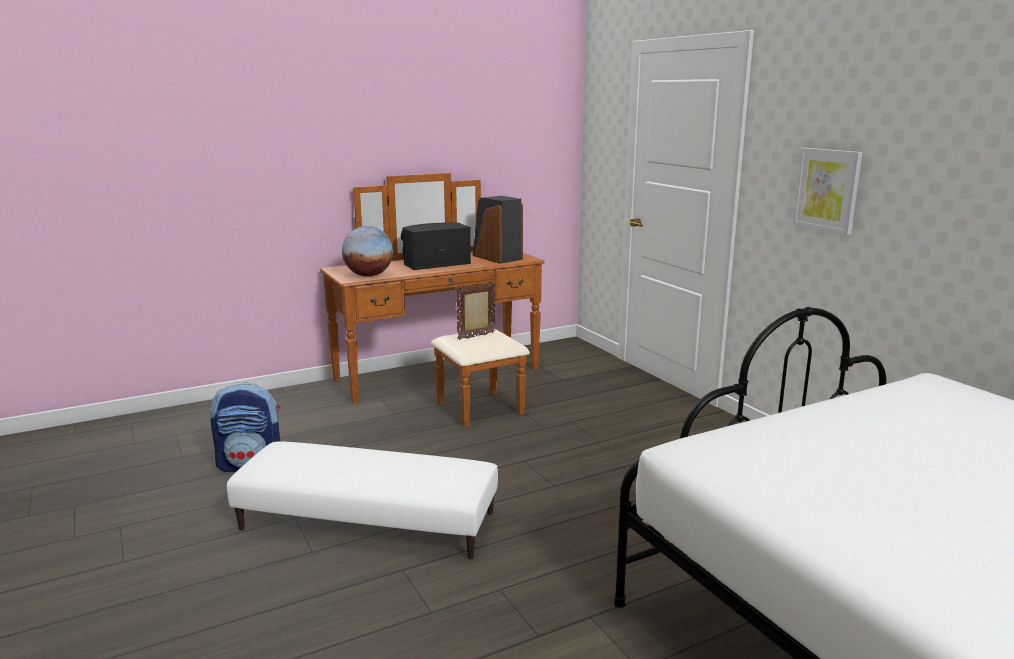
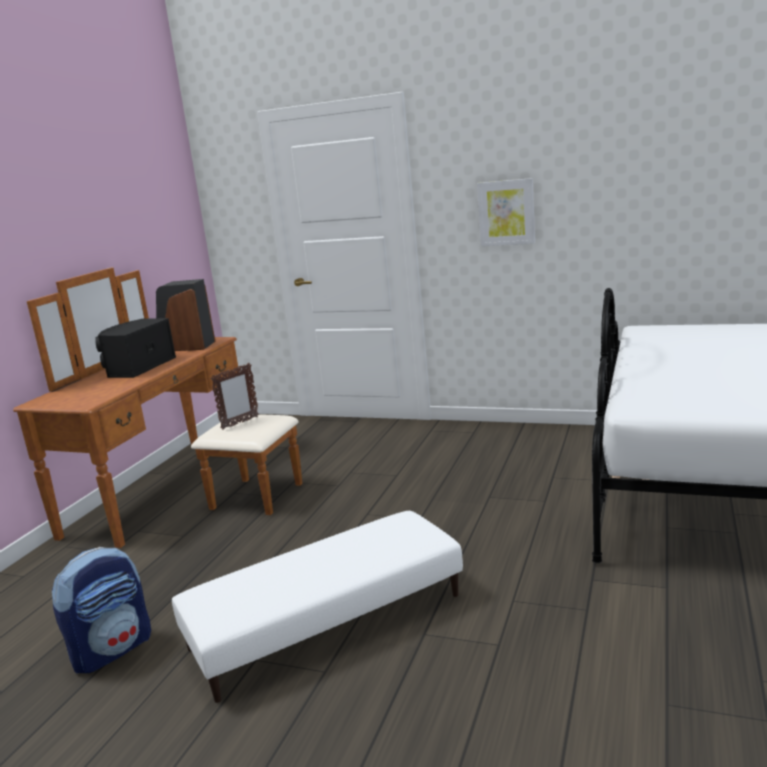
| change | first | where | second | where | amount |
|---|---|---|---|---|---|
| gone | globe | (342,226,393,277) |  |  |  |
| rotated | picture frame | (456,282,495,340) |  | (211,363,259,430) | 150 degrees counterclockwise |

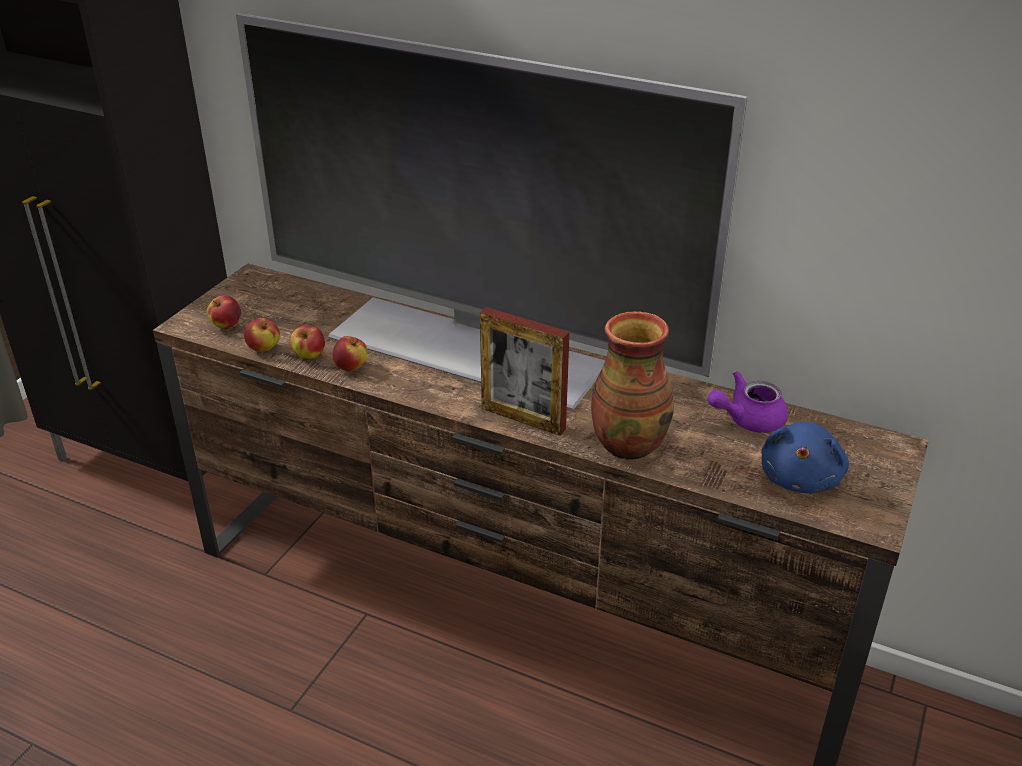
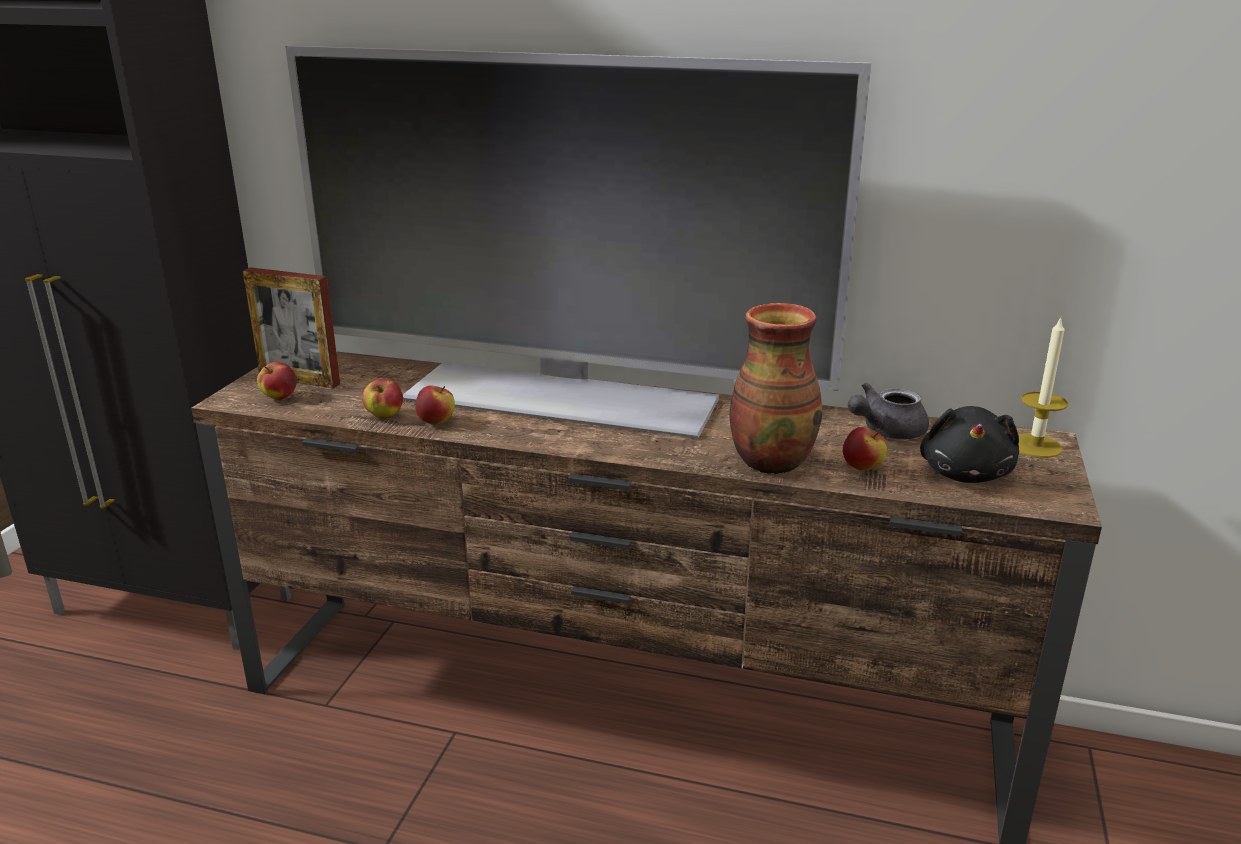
| change | first | where | second | where | amount |
|---|---|---|---|---|---|
| new |  |  | candle | (1018,317,1068,458) |  |
| shifted | apple | (244,318,280,352) |  | (843,427,887,471) |  |
| shifted | picture frame | (480,307,570,436) |  | (242,267,340,389) |  |
| repainted | purple teapot | (708,371,788,433) | grey teapot | (848,382,929,439) |  |
| repainted | blue plush toy | (761,422,849,493) | black plush toy | (920,406,1019,483) |  |

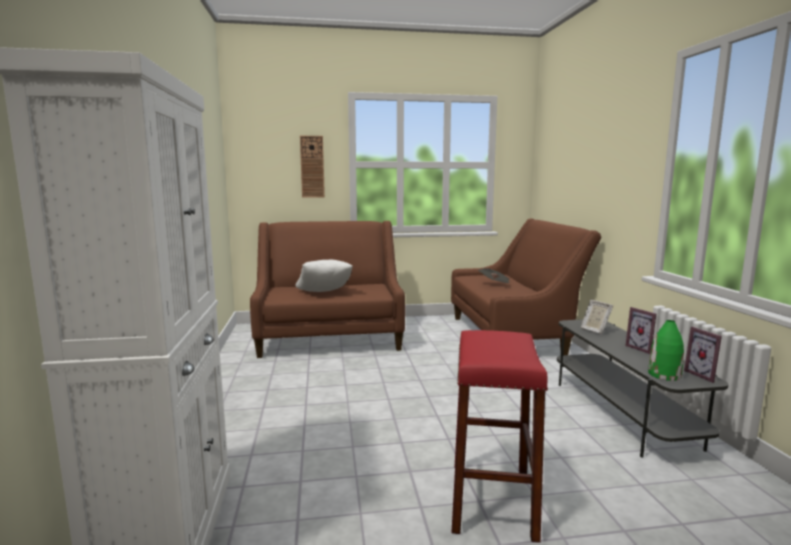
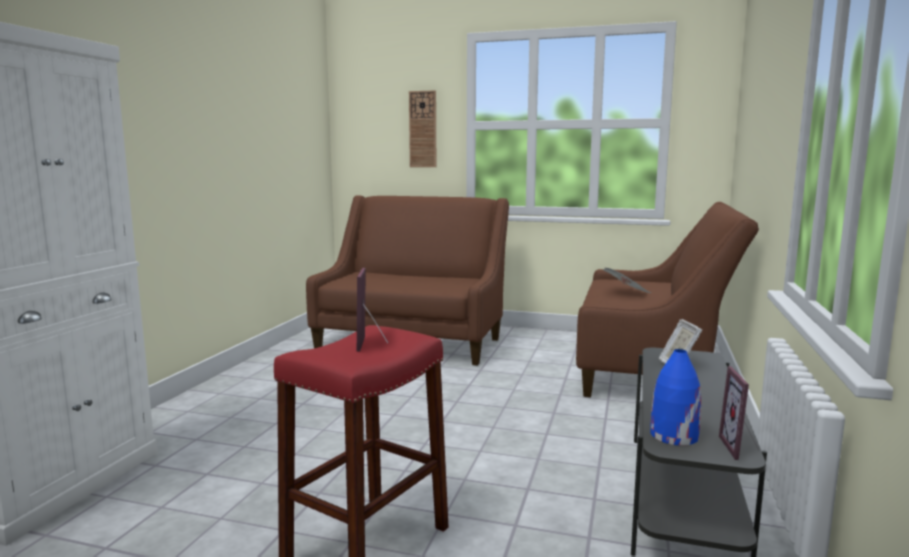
| change | first | where | second | where | amount |
|---|---|---|---|---|---|
| gone | white pillow | (295,259,353,292) |  |  |  |
| shifted | picture frame | (625,307,656,354) |  | (357,268,388,352) |  |
| repainted | green vase | (648,320,684,381) | blue vase | (650,349,701,446) |  |

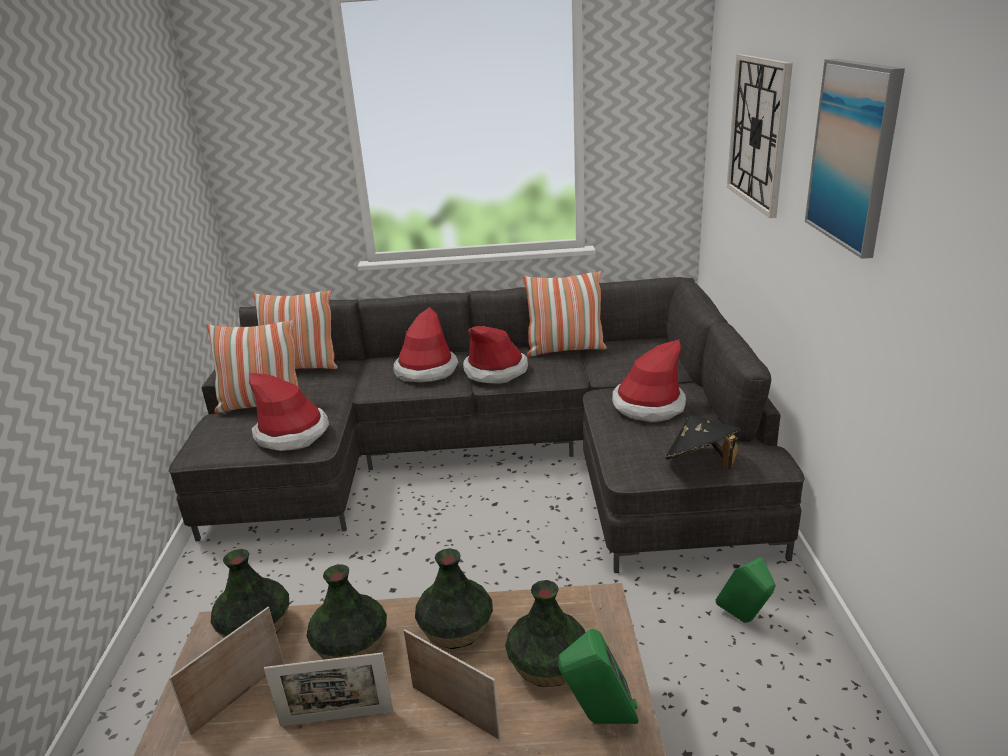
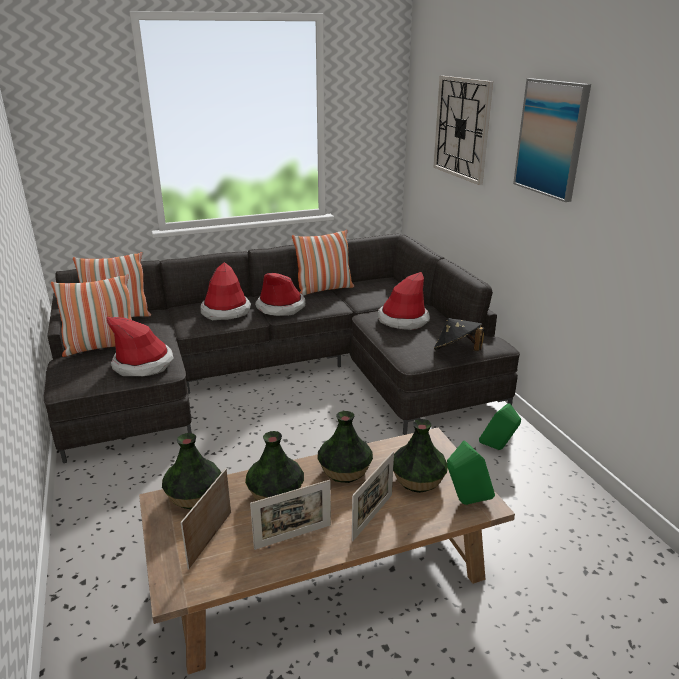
| change | first | where | second | where | amount |
|---|---|---|---|---|---|
| rotated | picture frame | (404,629,500,740) |  | (352,452,394,541) | 105 degrees clockwise |

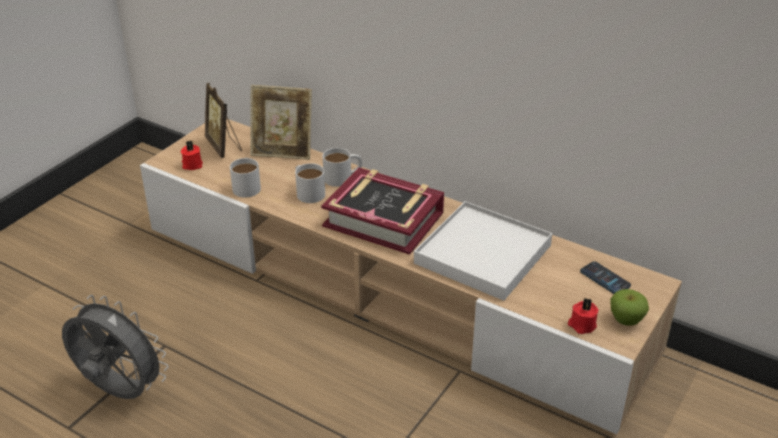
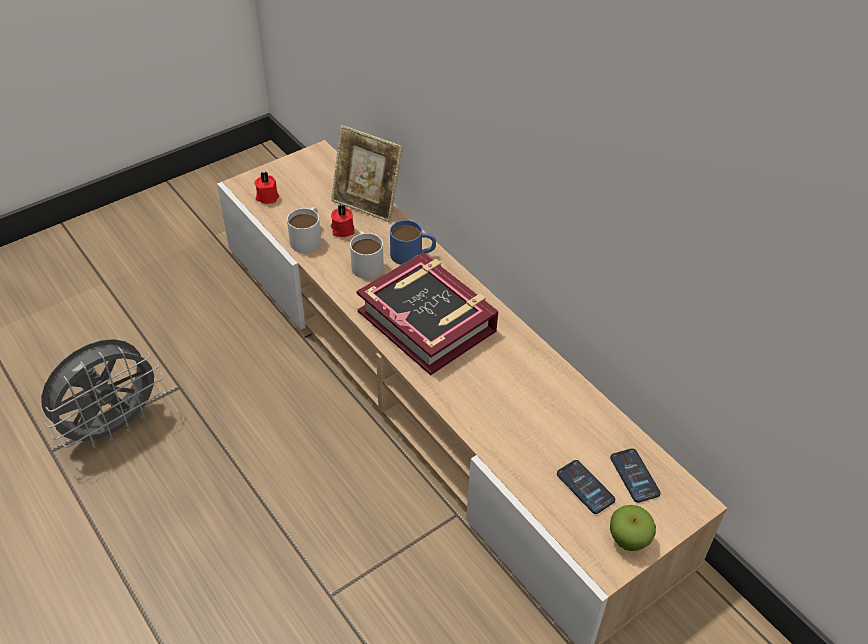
| change | first | where | second | where | amount |
|---|---|---|---|---|---|
| gone | picture frame | (205,83,242,158) |  |  |  |
| gone | white tray | (414,201,552,301) |  |  |  |
| new |  |  | phone | (557,460,615,514) |  |
| shifted | red candle | (568,298,599,334) |  | (331,204,355,237) |  |
| repainted | white mug | (323,148,362,187) | blue mug | (390,220,436,265) |  |
| rotated | grey fan | (62,295,169,399) |  | (41,339,163,449) | 90 degrees clockwise |

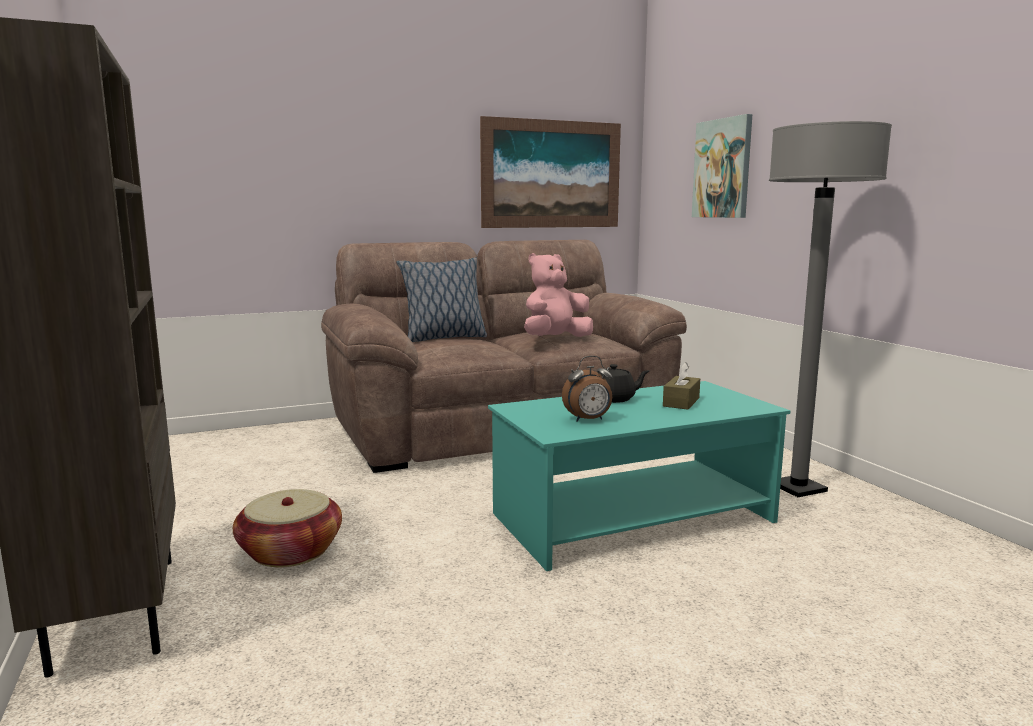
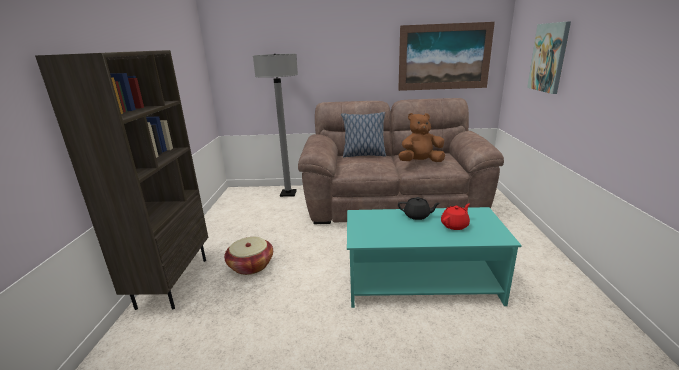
| change | first | where | second | where | amount |
|---|---|---|---|---|---|
| gone | alarm clock | (562,356,612,421) |  |  |  |
| shifted | grey floor lamp | (769,121,892,497) |  | (253,54,298,197) |  |
| swapped | brown tissue box | (663,362,700,410) | red teapot | (441,203,470,230) |  |
| repainted | pink plush toy | (524,253,593,337) | brown plush toy | (399,113,445,162) |  |

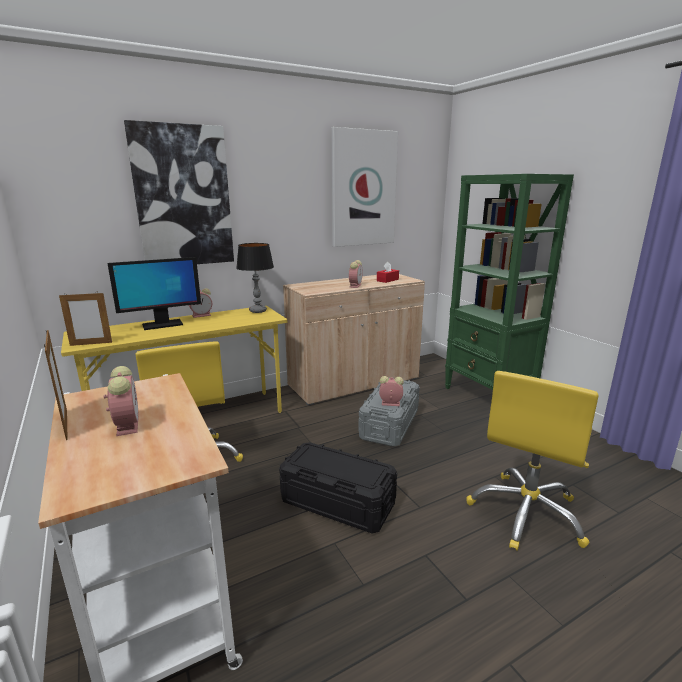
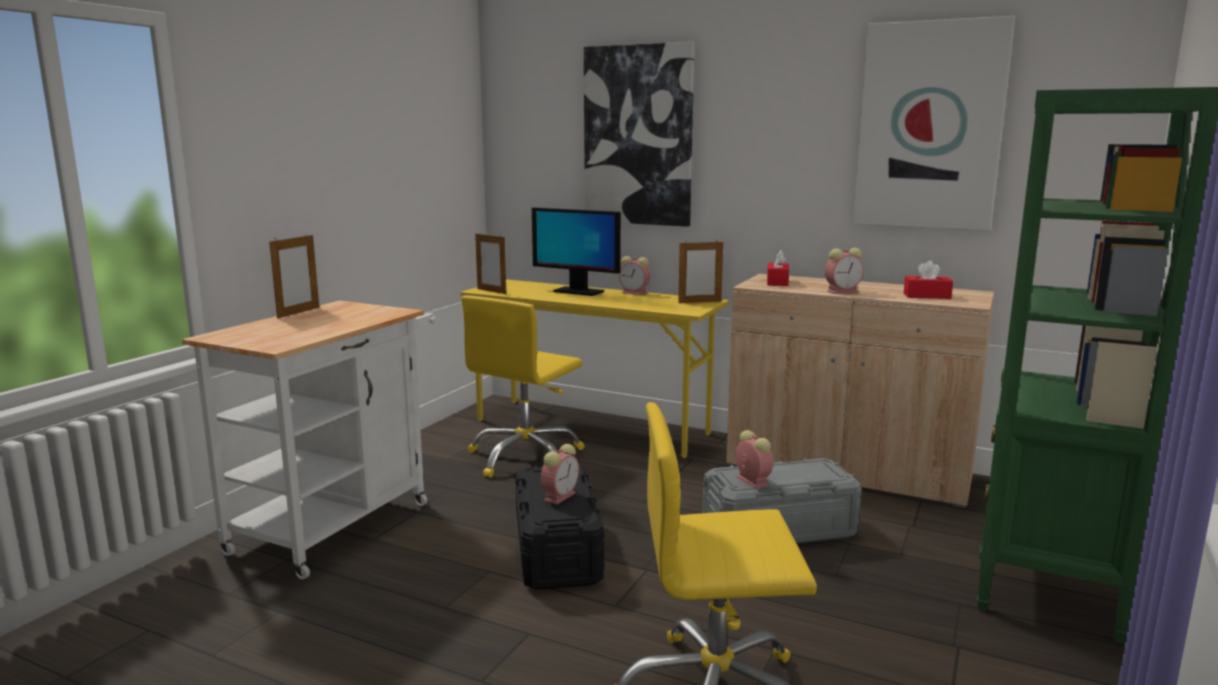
| change | first | where | second | where | amount |
|---|---|---|---|---|---|
| new |  |  | red tissue box | (767,250,789,286) |  |
| shifted | alarm clock | (104,366,139,436) |  | (541,444,579,505) |  |
| swapped | table lamp | (236,243,274,313) | picture frame | (678,241,723,303) |  |

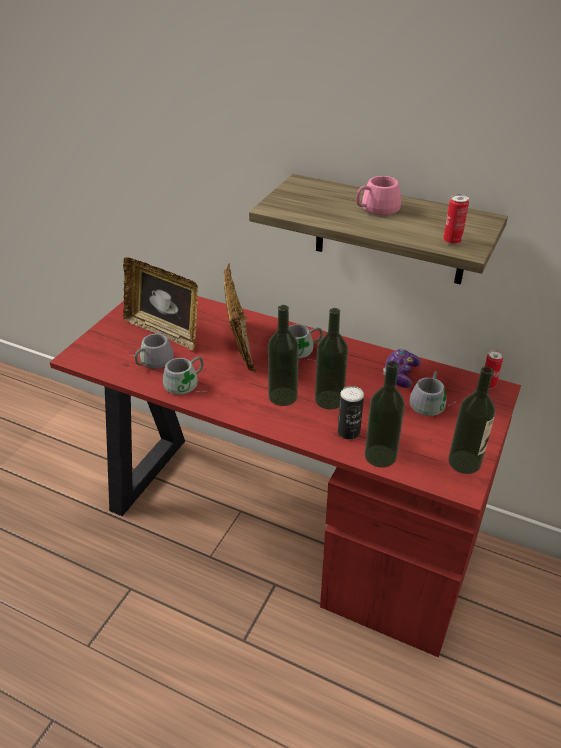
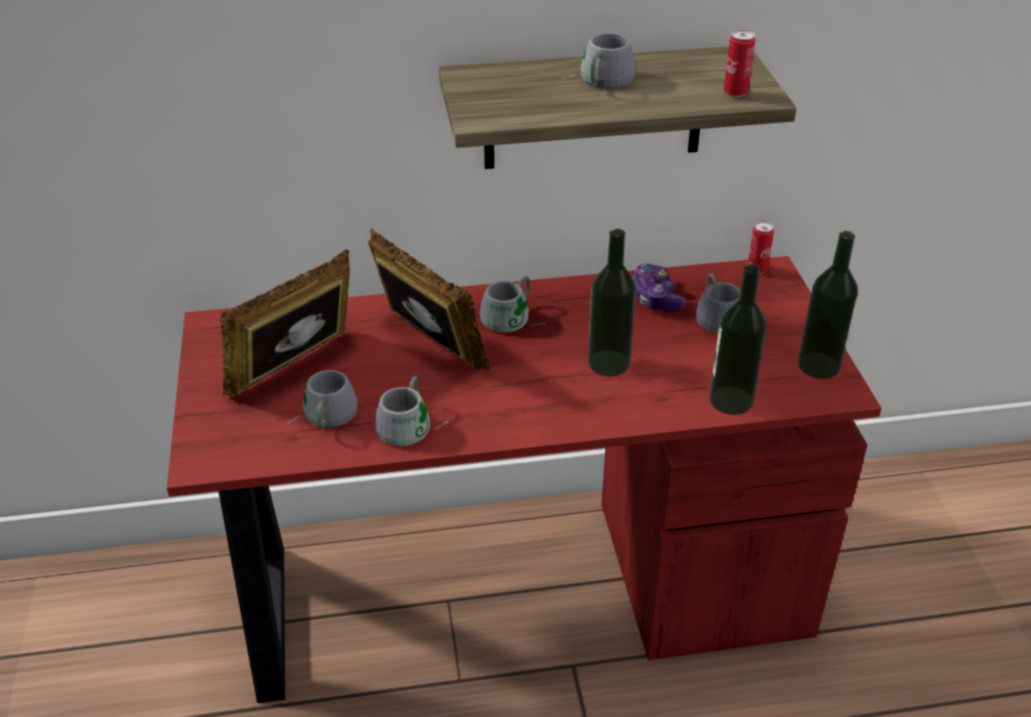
| change | first | where | second | where | amount |
|---|---|---|---|---|---|
| gone | bottle | (268,305,299,406) |  |  |  |
| gone | can | (338,386,364,440) |  |  |  |
| repainted | pink mug | (354,176,401,215) | grey mug | (563,33,635,88) |  |
| rotated | picture frame | (123,257,198,351) |  | (220,249,350,396) | 135 degrees clockwise |

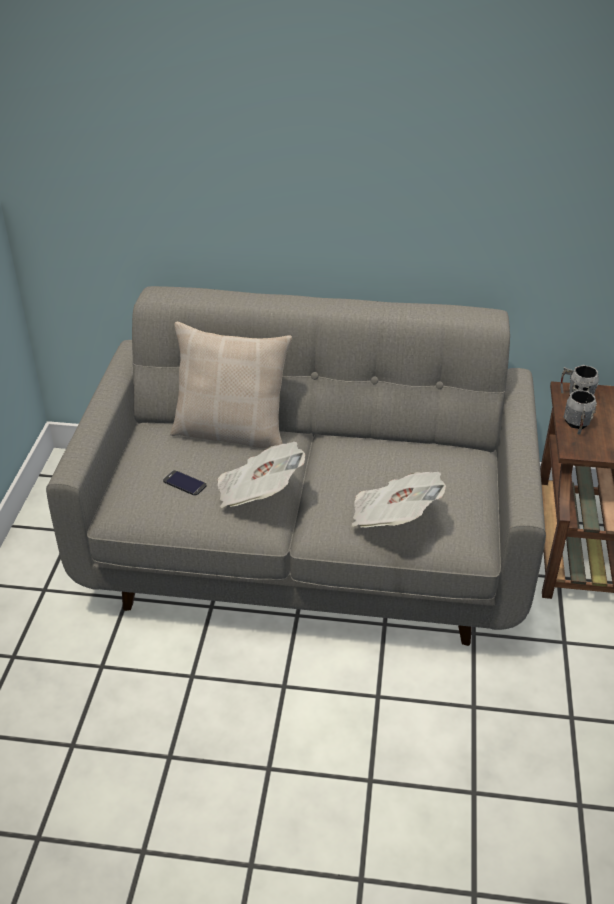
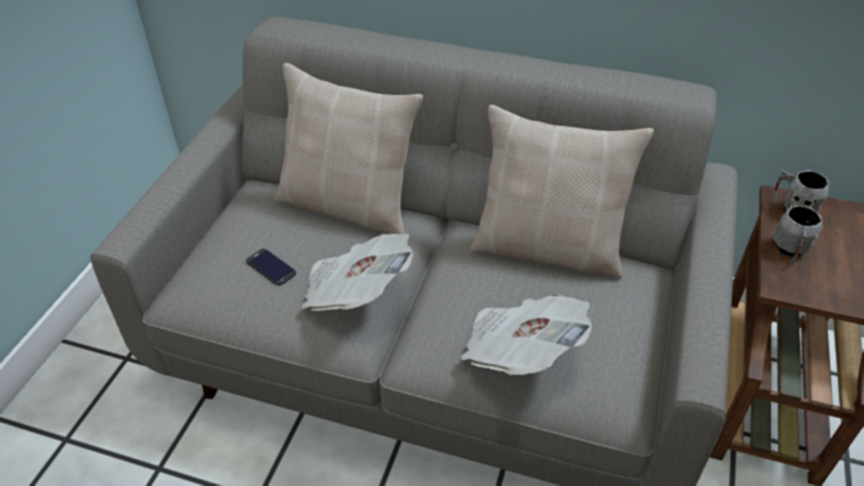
| change | first | where | second | where | amount |
|---|---|---|---|---|---|
| new |  |  | beige pillow | (470,105,654,279) |  |

